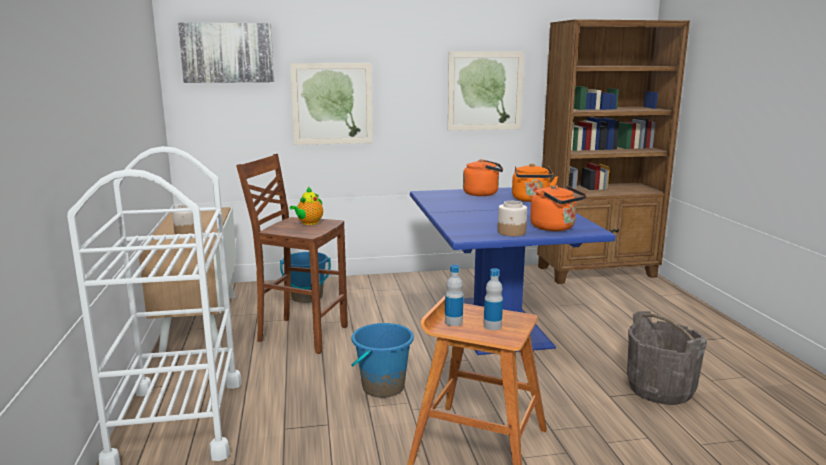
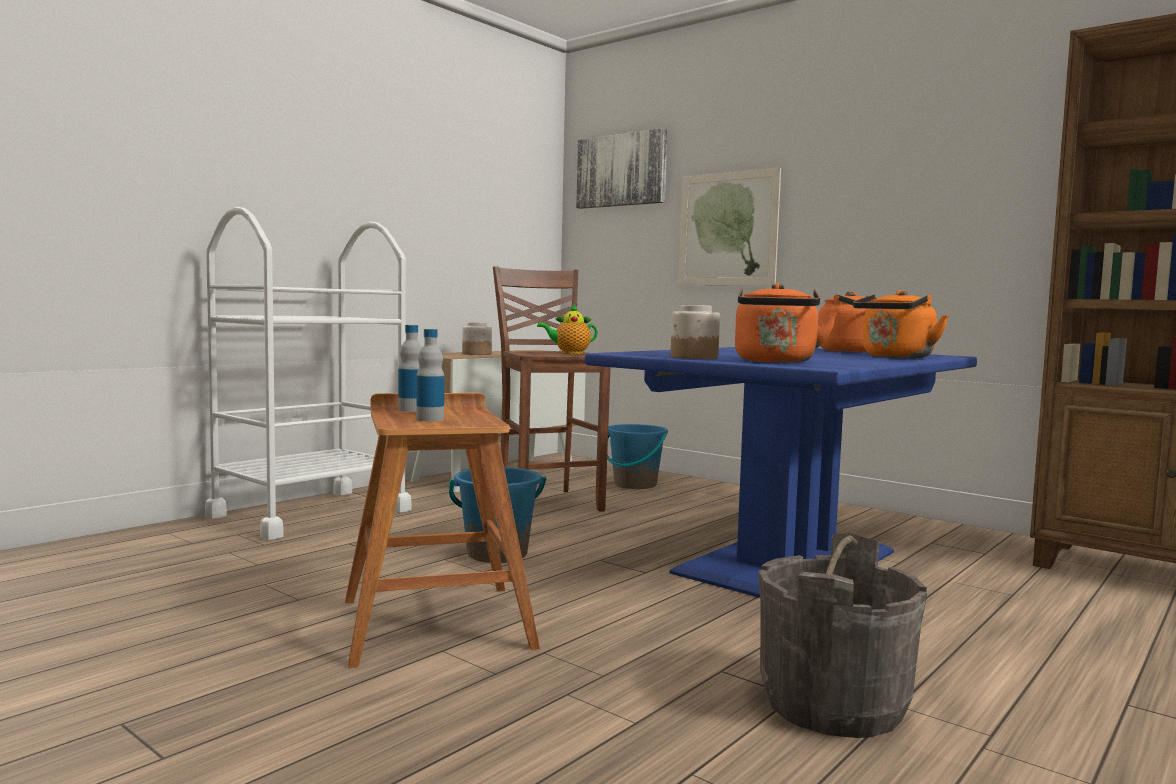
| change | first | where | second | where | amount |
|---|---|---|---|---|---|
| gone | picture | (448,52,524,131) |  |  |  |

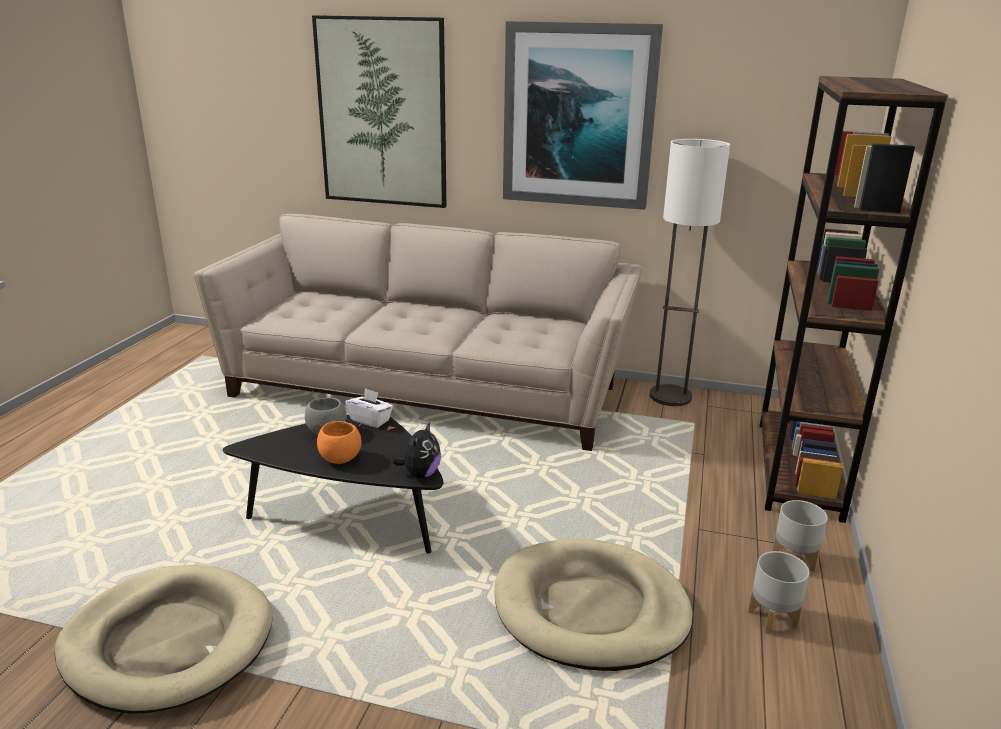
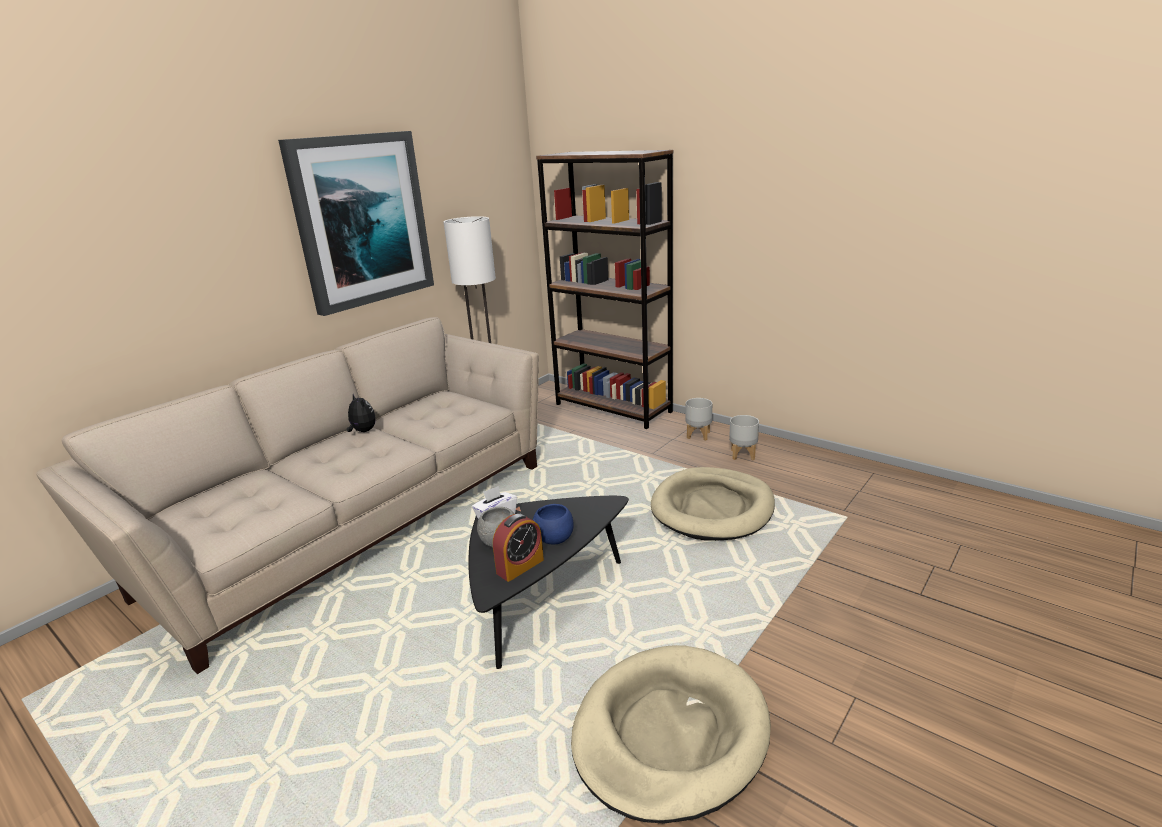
| change | first | where | second | where | amount |
|---|---|---|---|---|---|
| gone | picture | (312,15,446,208) |  |  |  |
| new |  |  | alarm clock | (493,514,544,582) |  |
| shifted | plush toy | (392,423,441,478) |  | (347,394,375,432) |  |
| repainted | orange bowl | (317,421,361,464) | blue bowl | (533,504,574,544) |  |

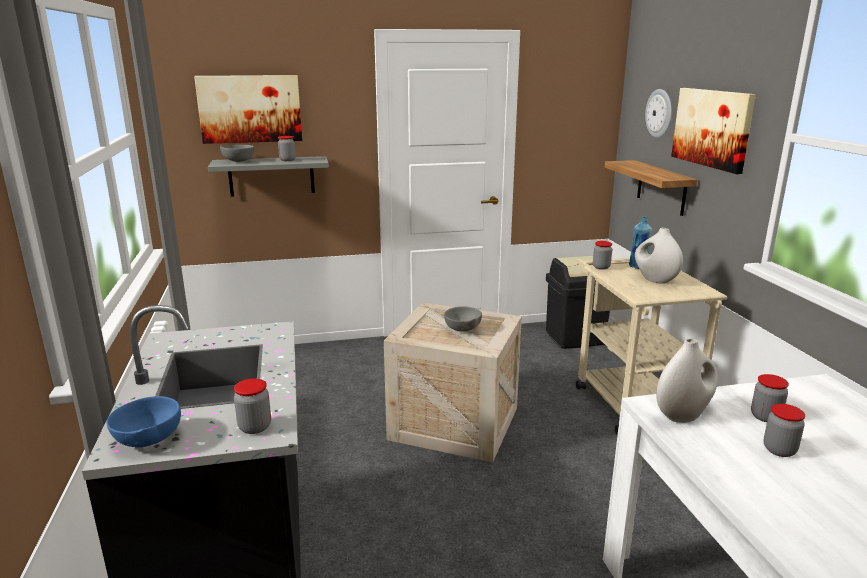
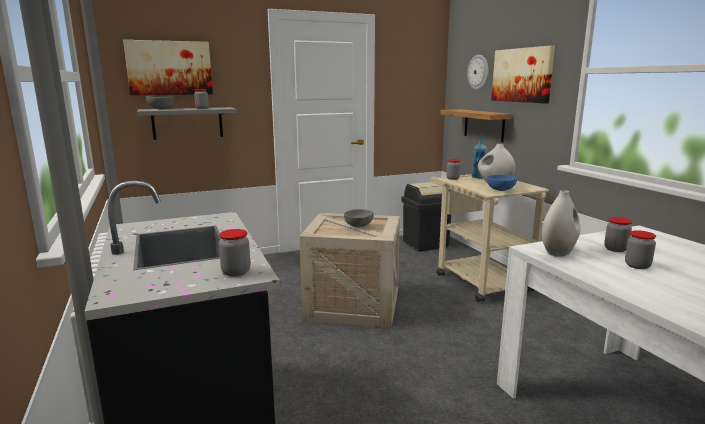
| change | first | where | second | where | amount |
|---|---|---|---|---|---|
| shifted | blue bowl | (107,396,181,447) |  | (487,174,517,191) |  |

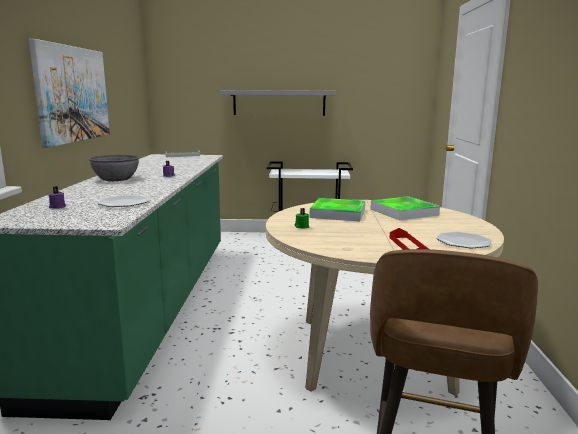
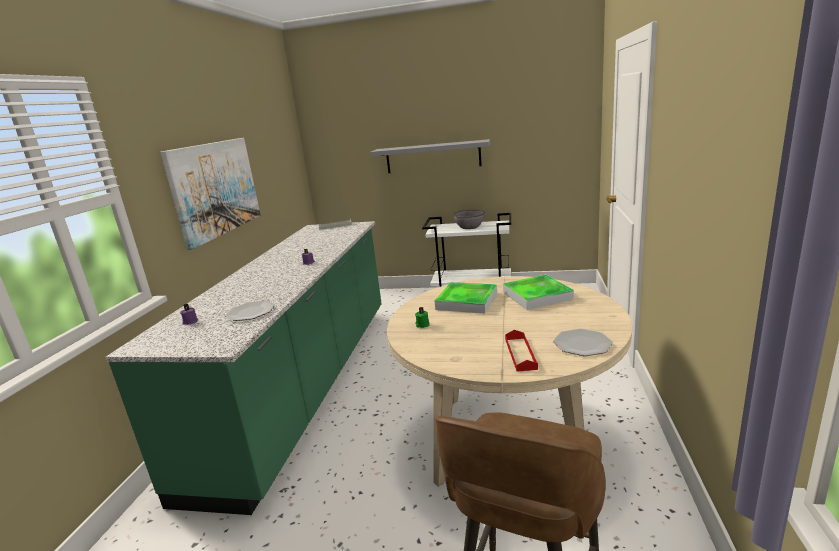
| change | first | where | second | where | amount |
|---|---|---|---|---|---|
| shifted | grey bowl | (89,154,140,181) |  | (453,209,485,229) |  |

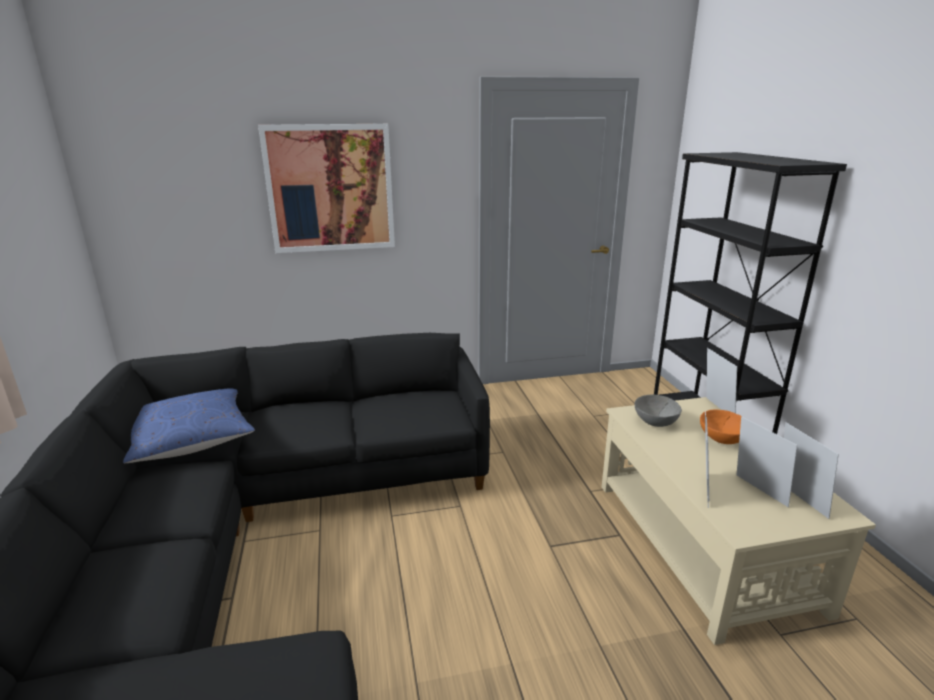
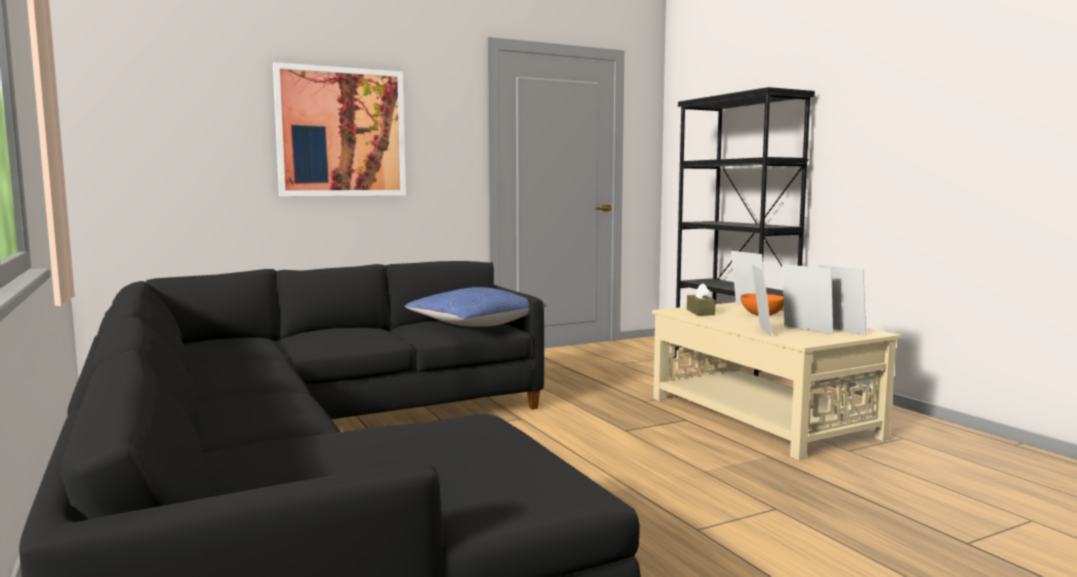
| change | first | where | second | where | amount |
|---|---|---|---|---|---|
| shifted | blue pillow | (123,388,255,463) |  | (405,287,547,327) |  |
| swapped | grey bowl | (635,395,682,427) | brown tissue box | (687,283,715,315) |  |

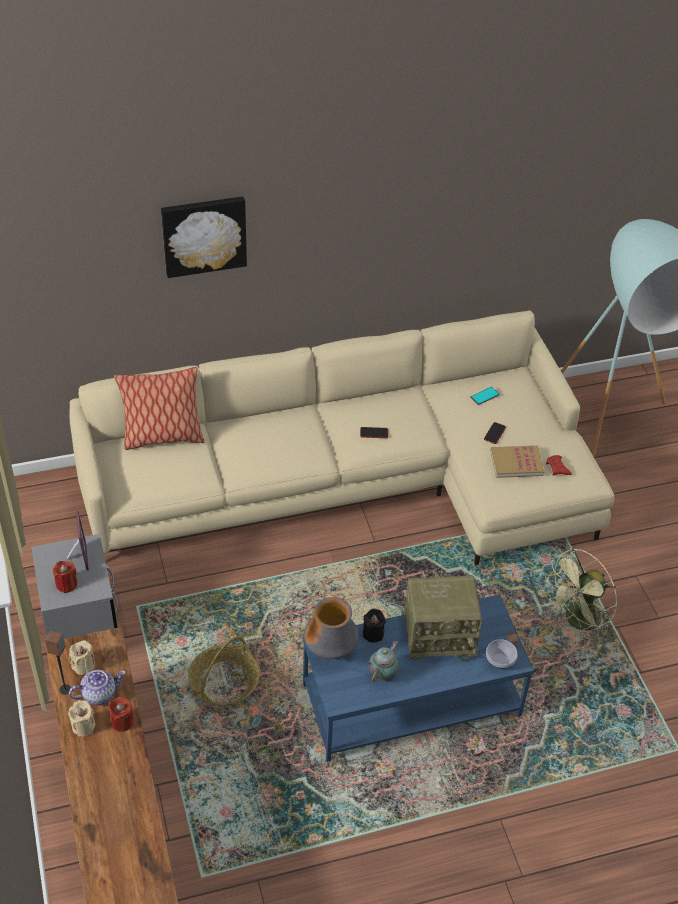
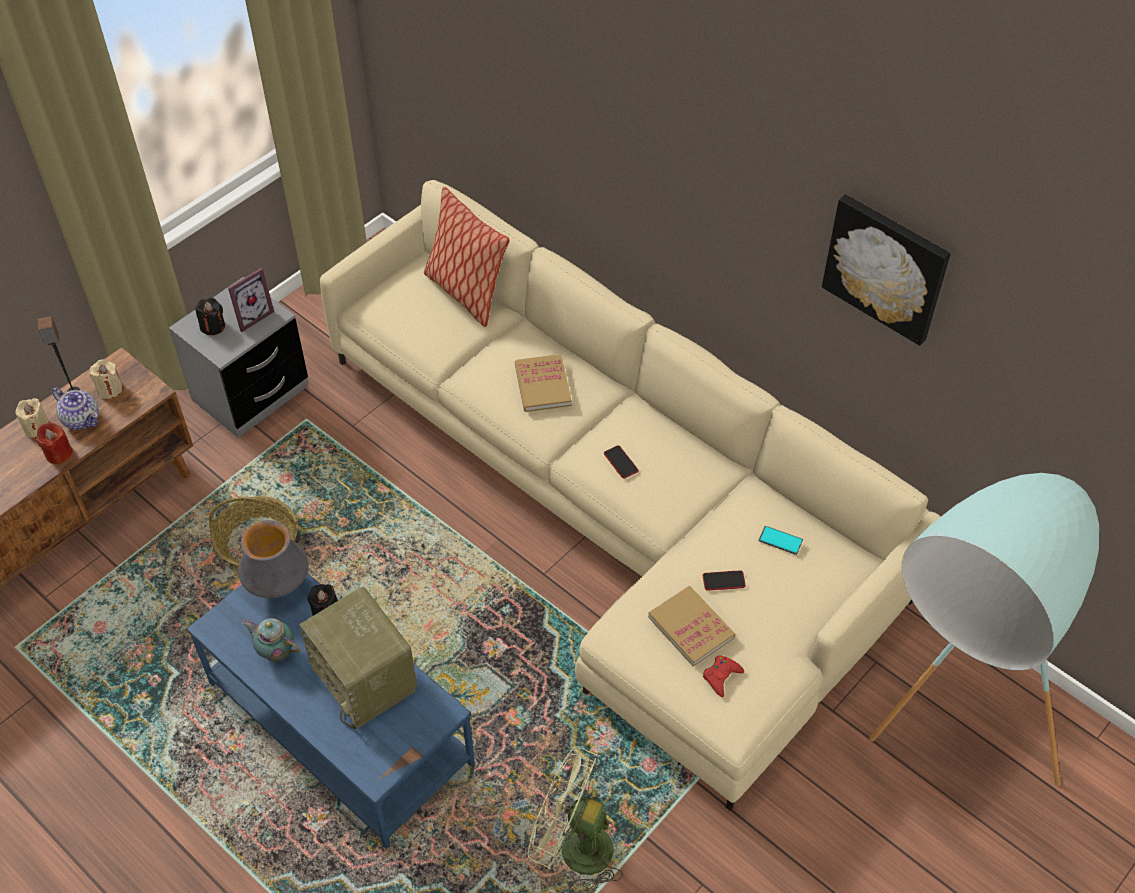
| change | first | where | second | where | amount |
|---|---|---|---|---|---|
| gone | bowl | (486,639,517,669) |  |  |  |
| new |  |  | book | (515,354,572,412) |  |
| shifted | picture | (161,196,247,278) |  | (822,194,951,346) |  |
| repainted | red candle | (53,561,77,593) | black candle | (196,297,225,335) |  |
| rotated | teapot | (368,641,399,682) |  | (242,618,300,661) | 150 degrees counterclockwise |

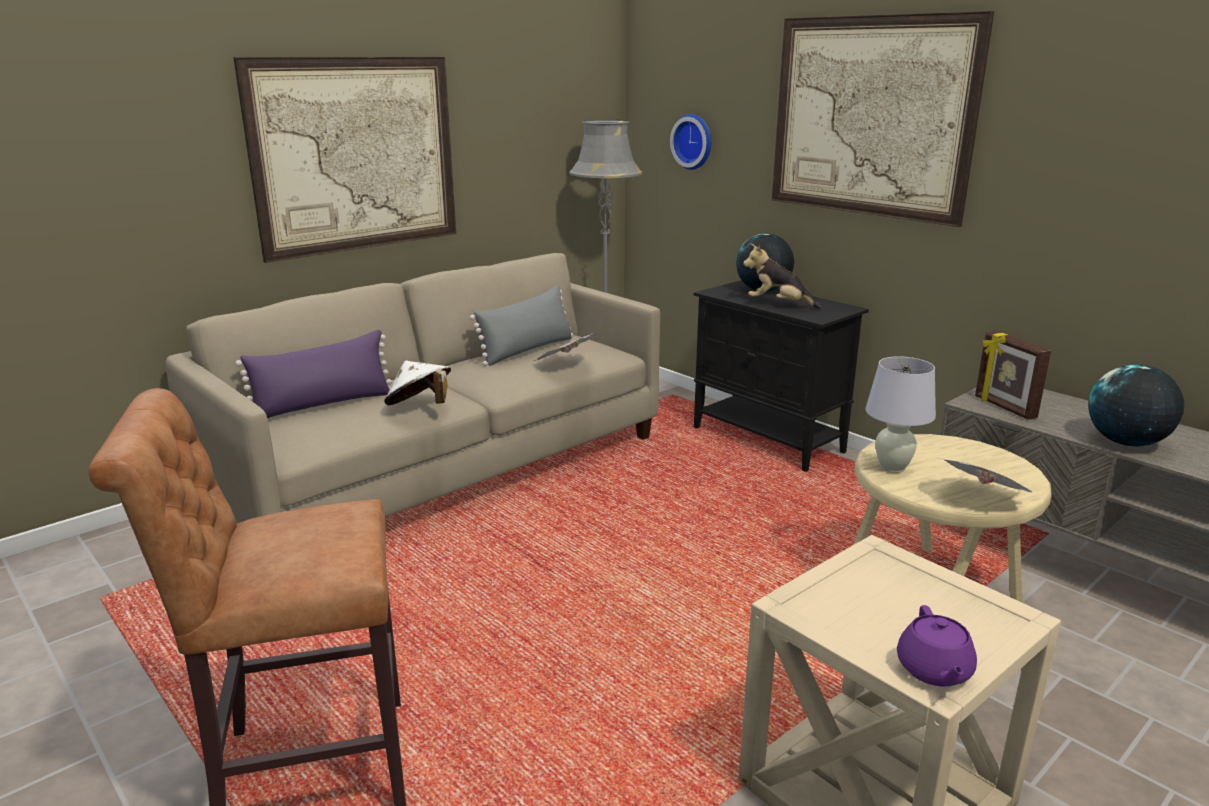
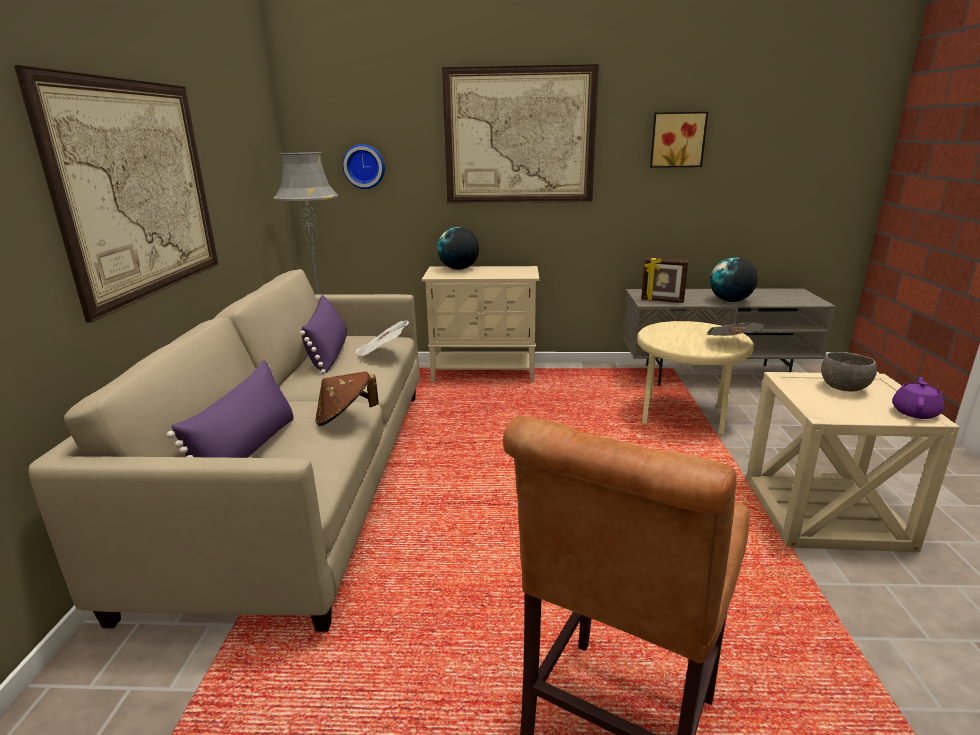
| change | first | where | second | where | amount |
|---|---|---|---|---|---|
| gone | plush toy | (743,244,822,309) |  |  |  |
| gone | white table lamp | (866,356,936,473) |  |  |  |
| new |  |  | picture | (650,112,708,168) |  |
| new |  |  | grey bowl | (821,352,877,391) |  |
| repainted | white hat | (384,360,451,405) | brown hat | (315,371,379,426) |  |
| repainted | grey pillow | (470,286,573,366) | purple pillow | (300,295,347,374) |  |
| repainted | black cabinet | (694,280,869,472) | beige cabinet | (422,266,539,383) |  |
| rotated | purple teapot | (897,605,977,687) |  | (892,377,944,419) | 105 degrees counterclockwise |

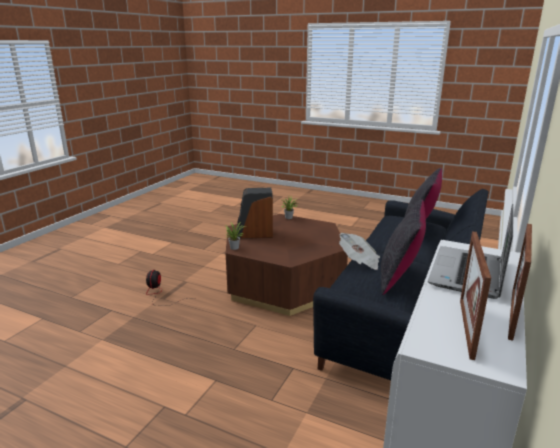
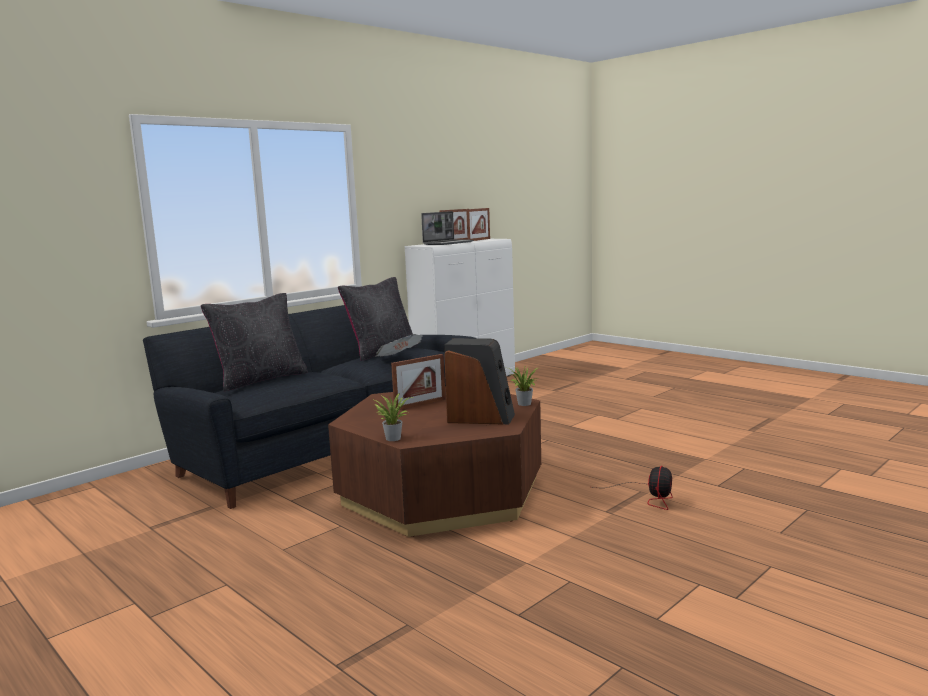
| change | first | where | second | where | amount |
|---|---|---|---|---|---|
| new |  |  | picture frame | (391,354,446,410) |  |

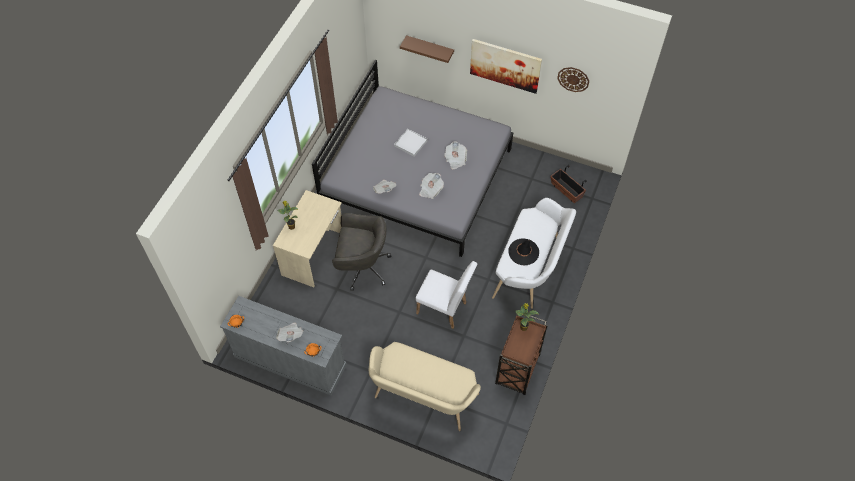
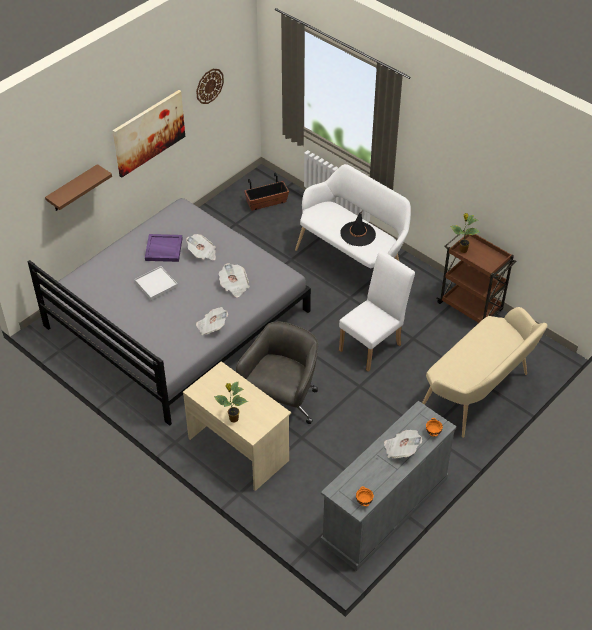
| change | first | where | second | where | amount |
|---|---|---|---|---|---|
| new |  |  | purple tray | (145,234,183,262) |  |

